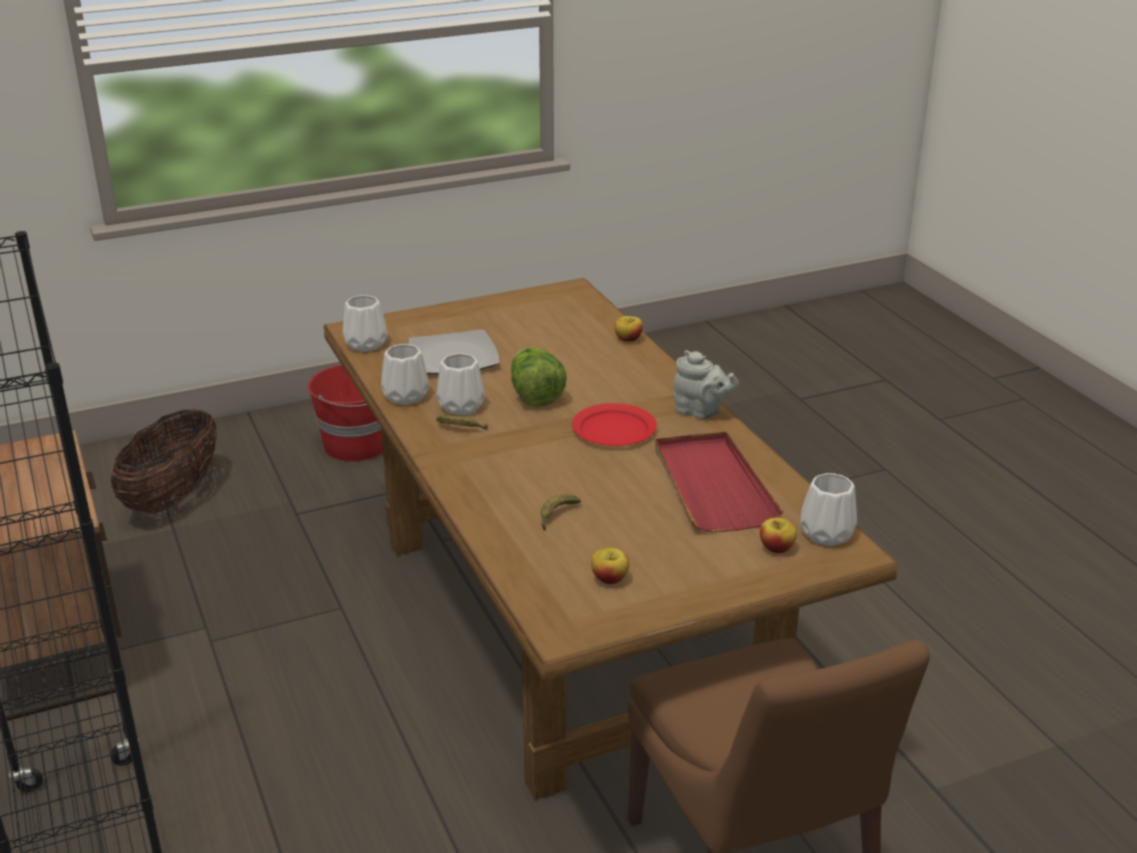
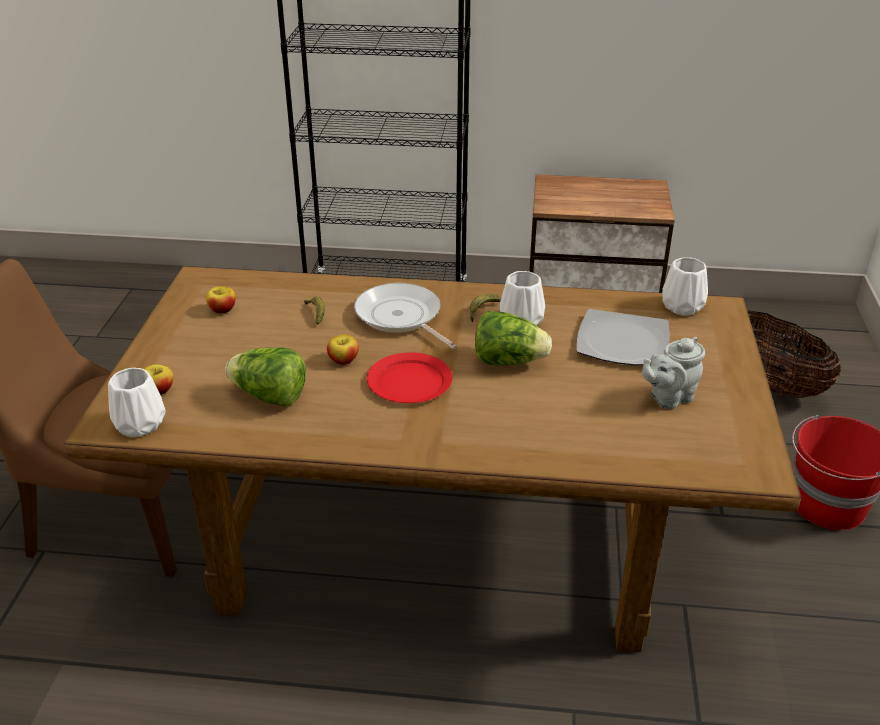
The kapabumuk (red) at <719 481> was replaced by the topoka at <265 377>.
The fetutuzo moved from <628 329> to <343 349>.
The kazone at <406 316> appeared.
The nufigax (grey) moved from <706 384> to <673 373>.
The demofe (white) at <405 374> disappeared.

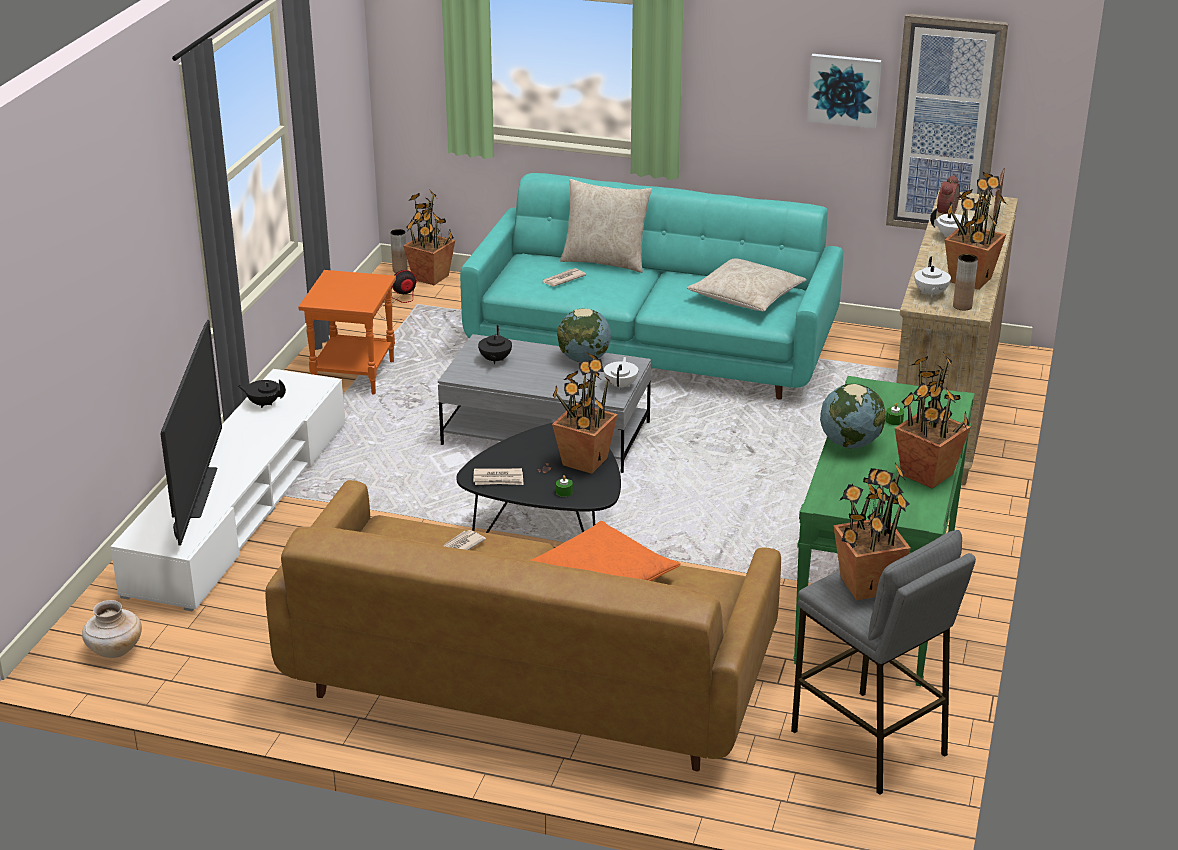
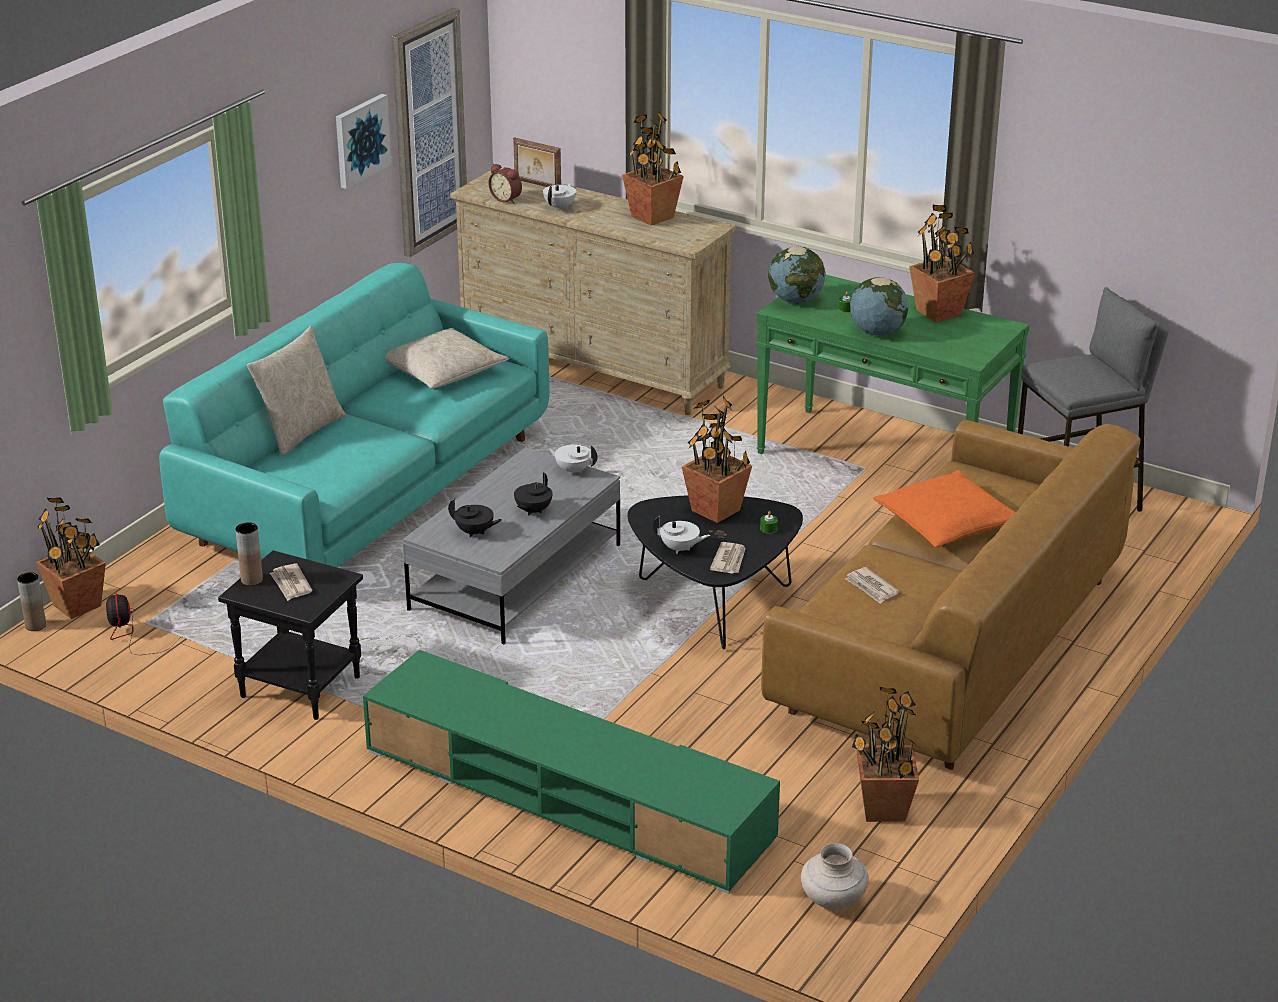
The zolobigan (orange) at <347 332> became the zolobigan (black) at <290 635>.
The demofe (brown) moved from <965 282> to <249 554>.
The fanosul moved from <564 277> to <291 582>.
The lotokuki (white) at <227 490> became the lotokuki (green) at <571 772>.
The nufigax (black) moved from <261 393> to <533 494>.
The nufigax (white) moved from <932 277> to <681 534>.
The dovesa moved from <584 335> to <796 275>.
The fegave moved from <872 531> to <886 754>.
The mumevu at <191 433> disappeared.

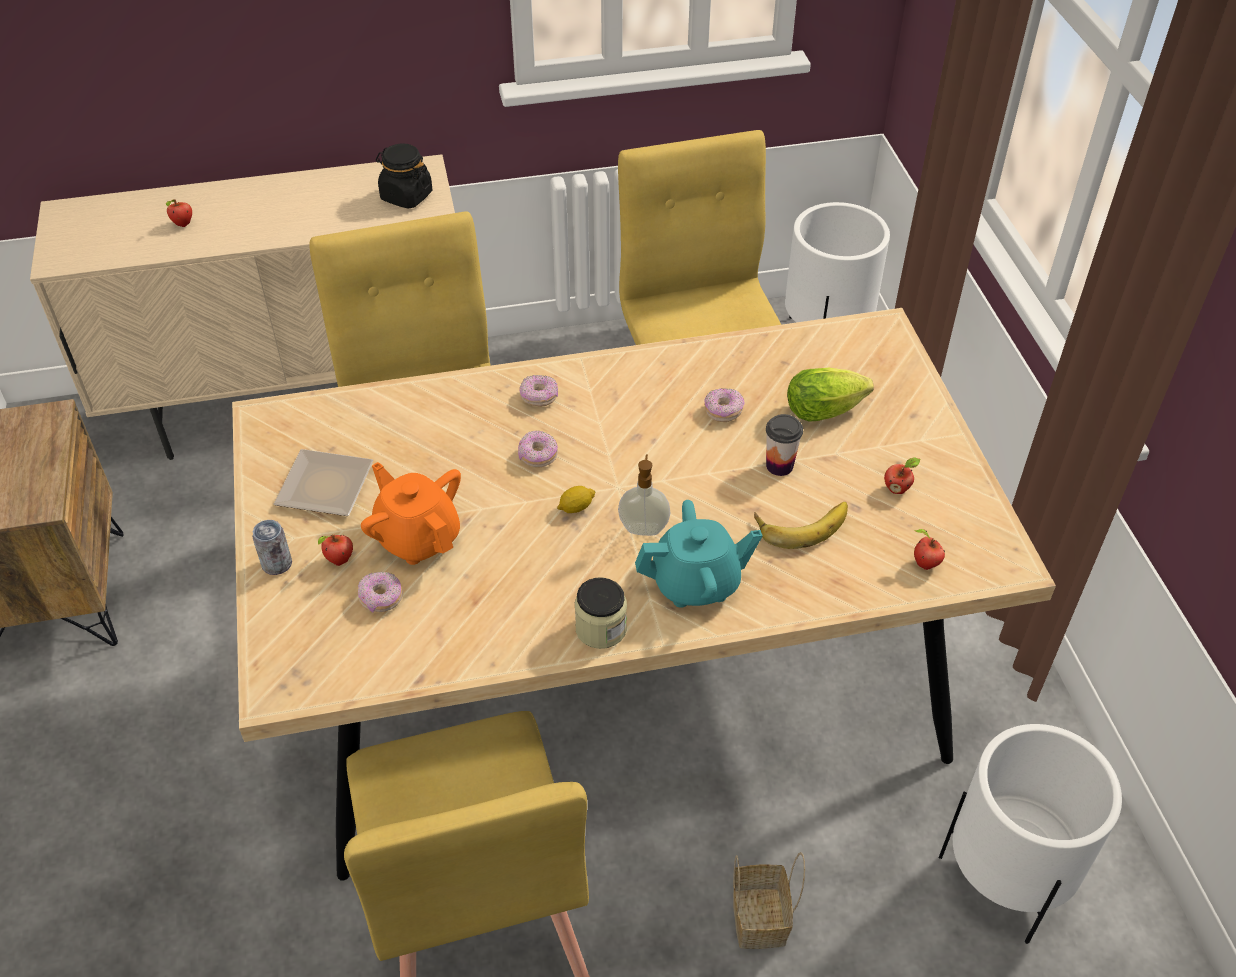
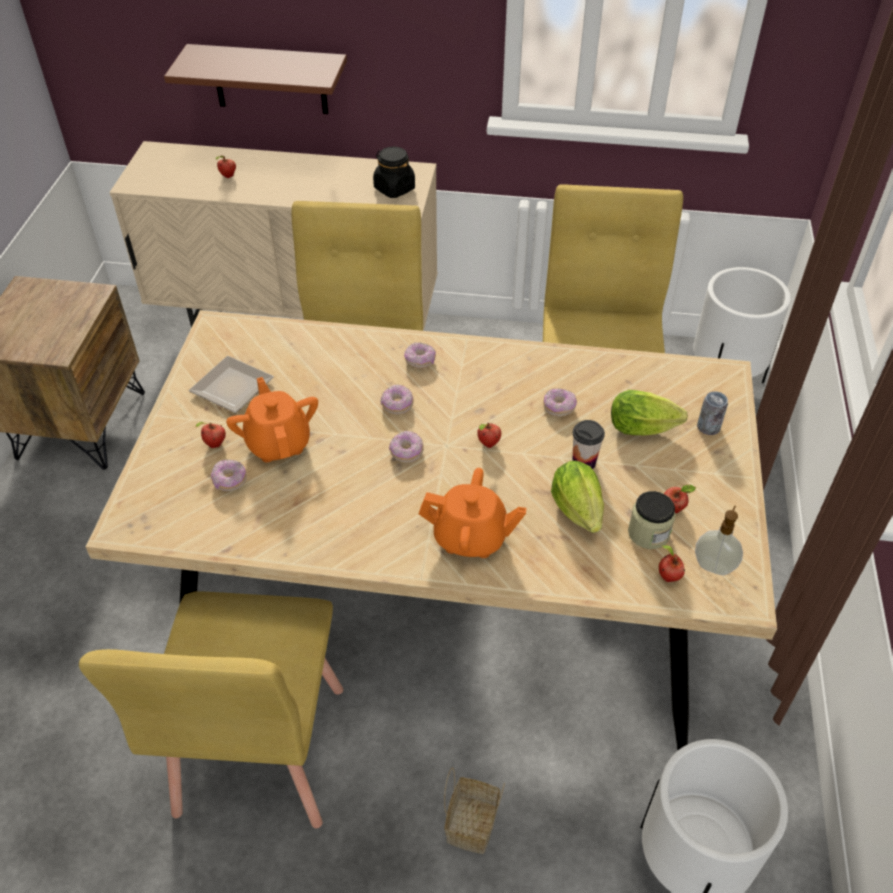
The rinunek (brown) at <255 79> appeared.
The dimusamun at <576 499> was replaced by the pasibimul at <406 447>.
The nufigax (turquoise) at <699 554> became the nufigax (orange) at <472 513>.
The fetutuzo at <489 435> appeared.
The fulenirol at <801 525> was replaced by the topoka at <577 497>.
The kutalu moved from <601 613> to <651 520>.
The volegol moved from <644 495> to <719 540>.
The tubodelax moved from <272 547> to <712 413>.

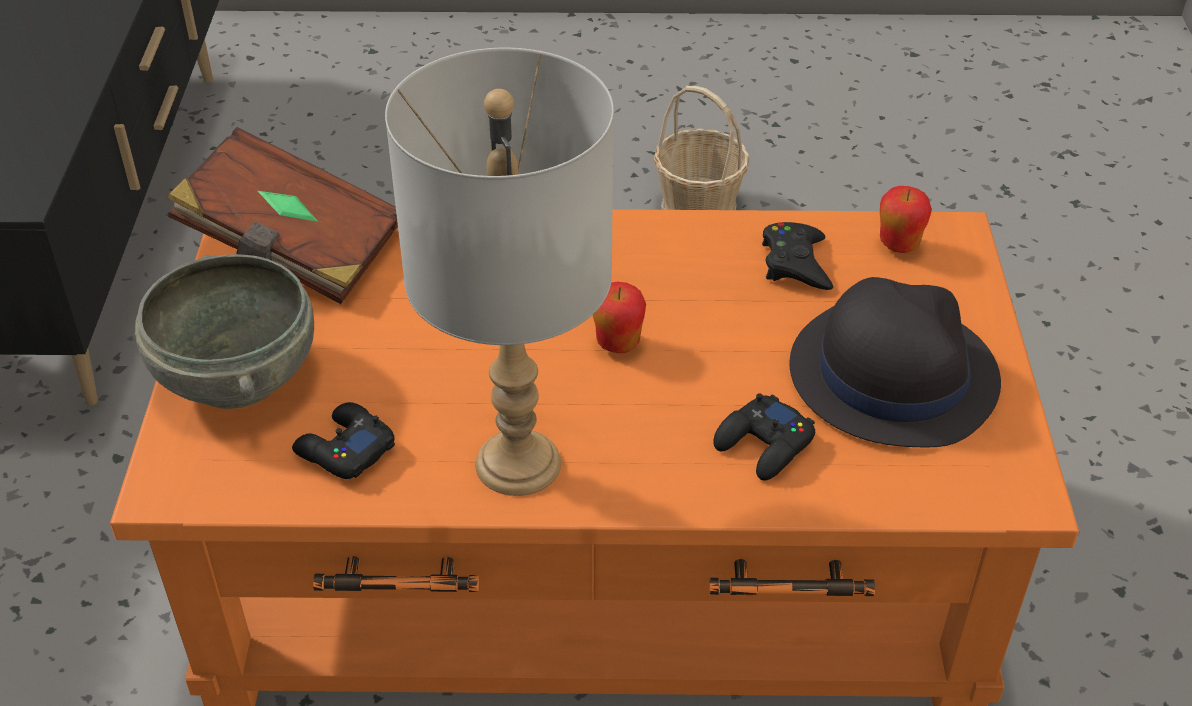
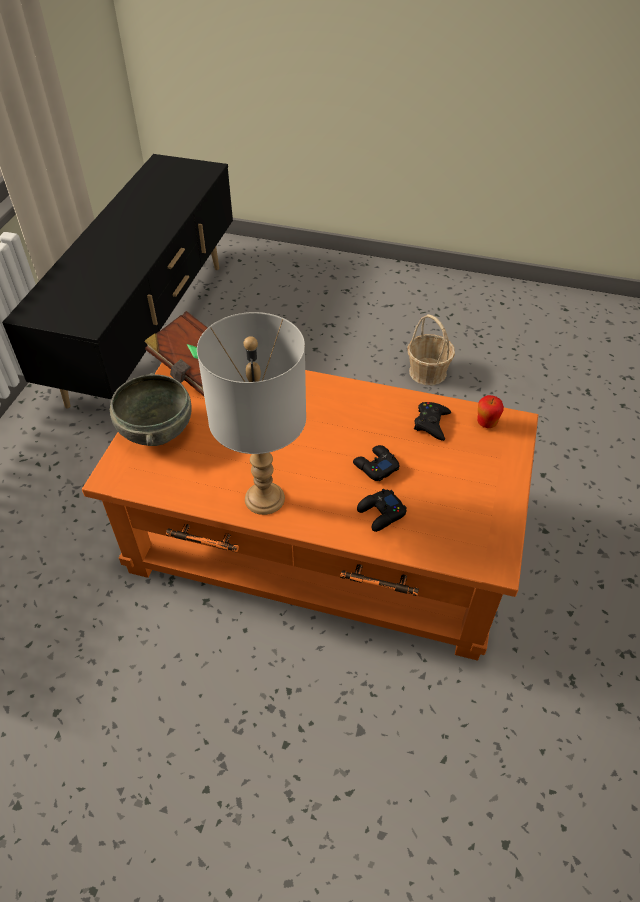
The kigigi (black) moved from <343 440> to <376 463>.
The fetutuzo at <619 317> disappeared.
The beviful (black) at <895 362> disappeared.

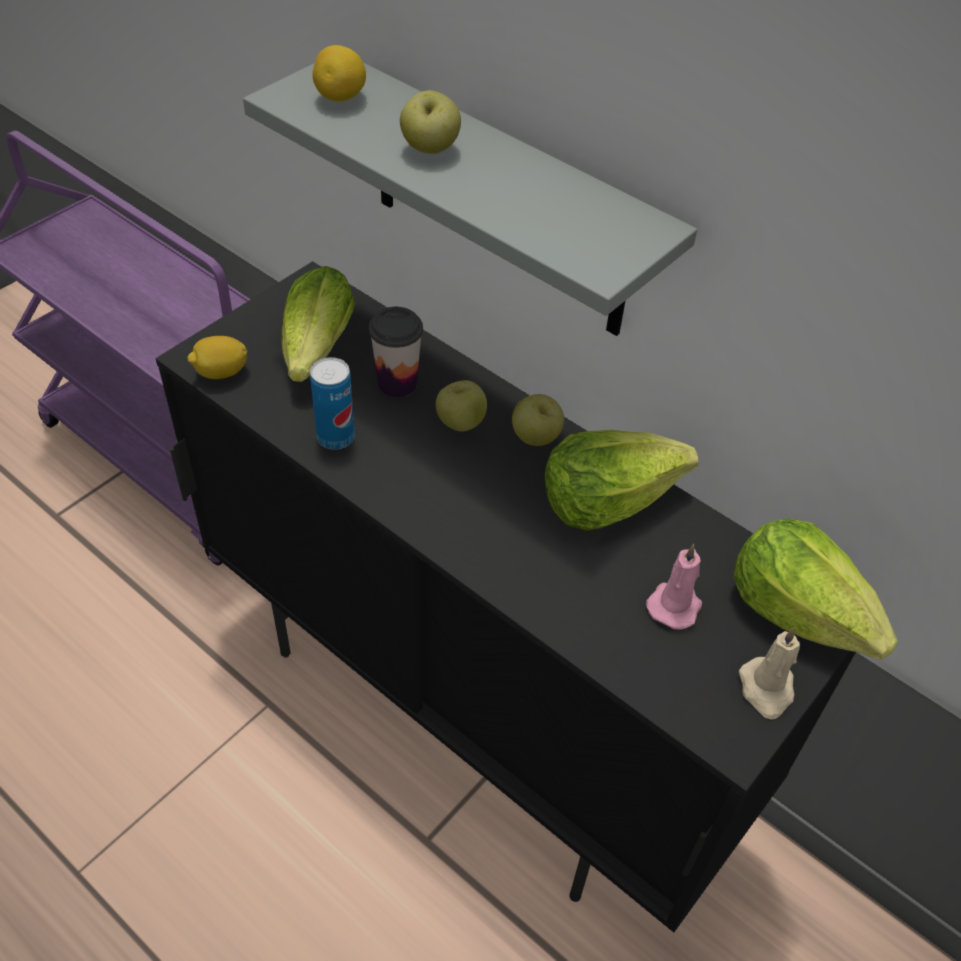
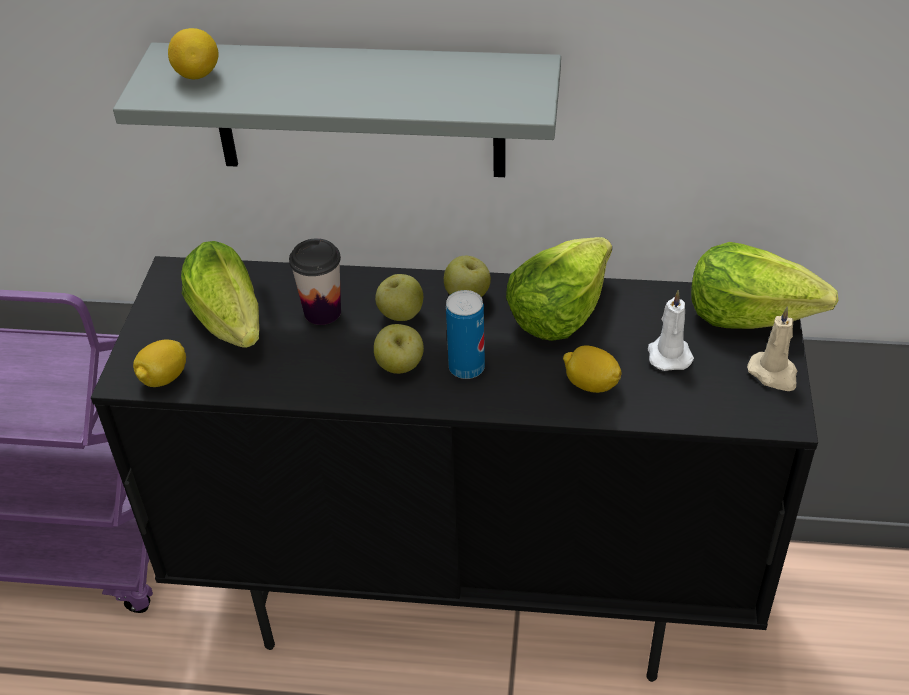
The fetutuzo moved from <430 122> to <399 349>.
The tubodelax moved from <332 403> to <465 334>.
The dimusamun at <592 369> appeared.
The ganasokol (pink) at <674 587> became the ganasokol (white) at <671 330>.

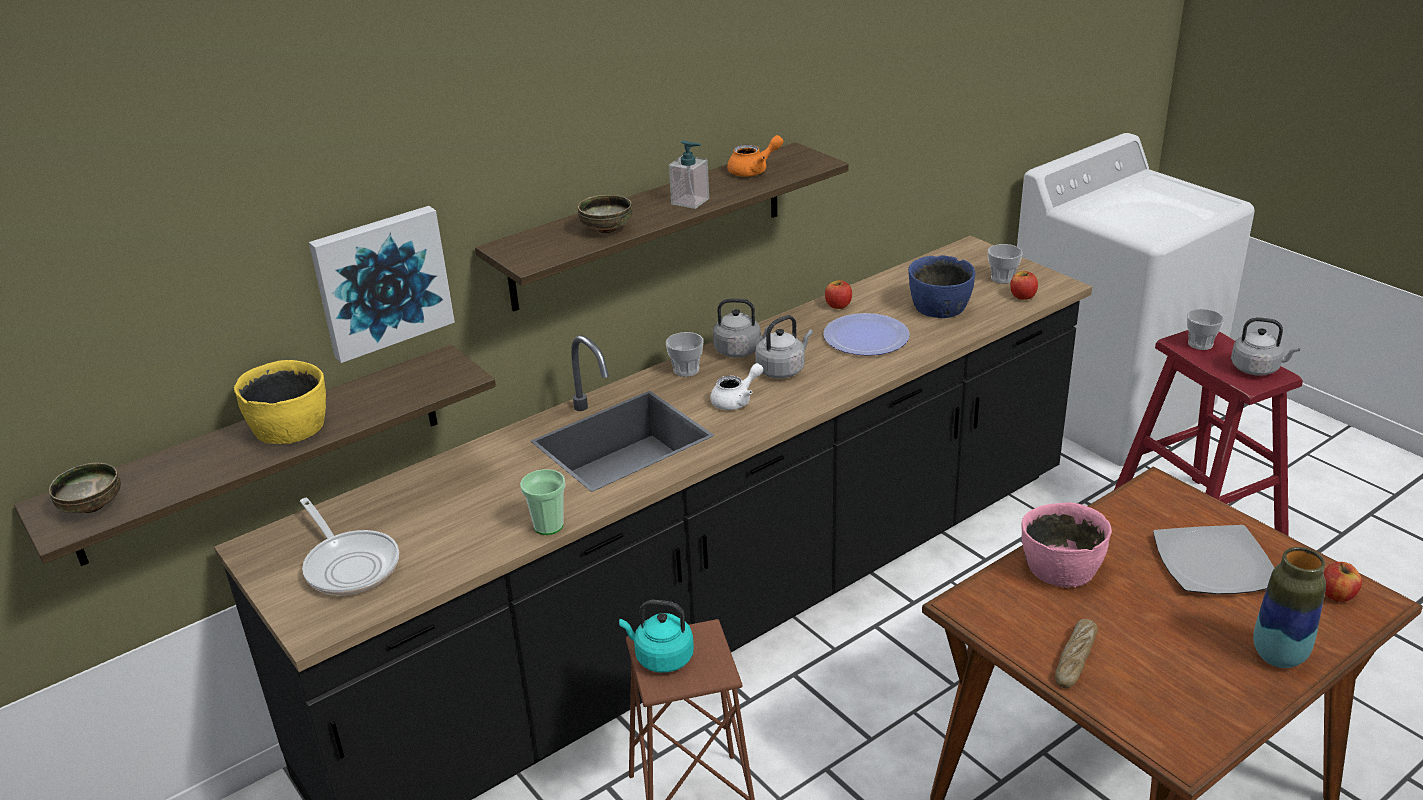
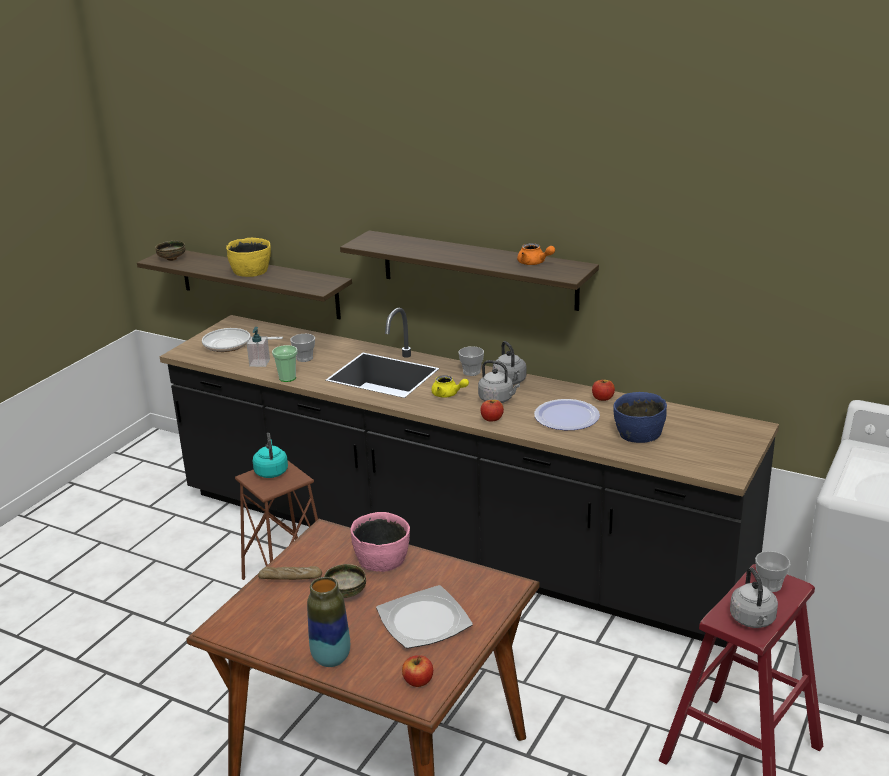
The kazone at <349 546> turned 75 degrees clockwise.
The volegol moved from <689 174> to <258 347>.
The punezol moved from <1005 264> to <302 348>.
The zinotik moved from <605 214> to <345 581>.
The nufigax (white) at <736 386> became the nufigax (yellow) at <450 386>.
The fetutuzo moved from <1024 285> to <492 411>.
The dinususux at <382 284> disappeared.

